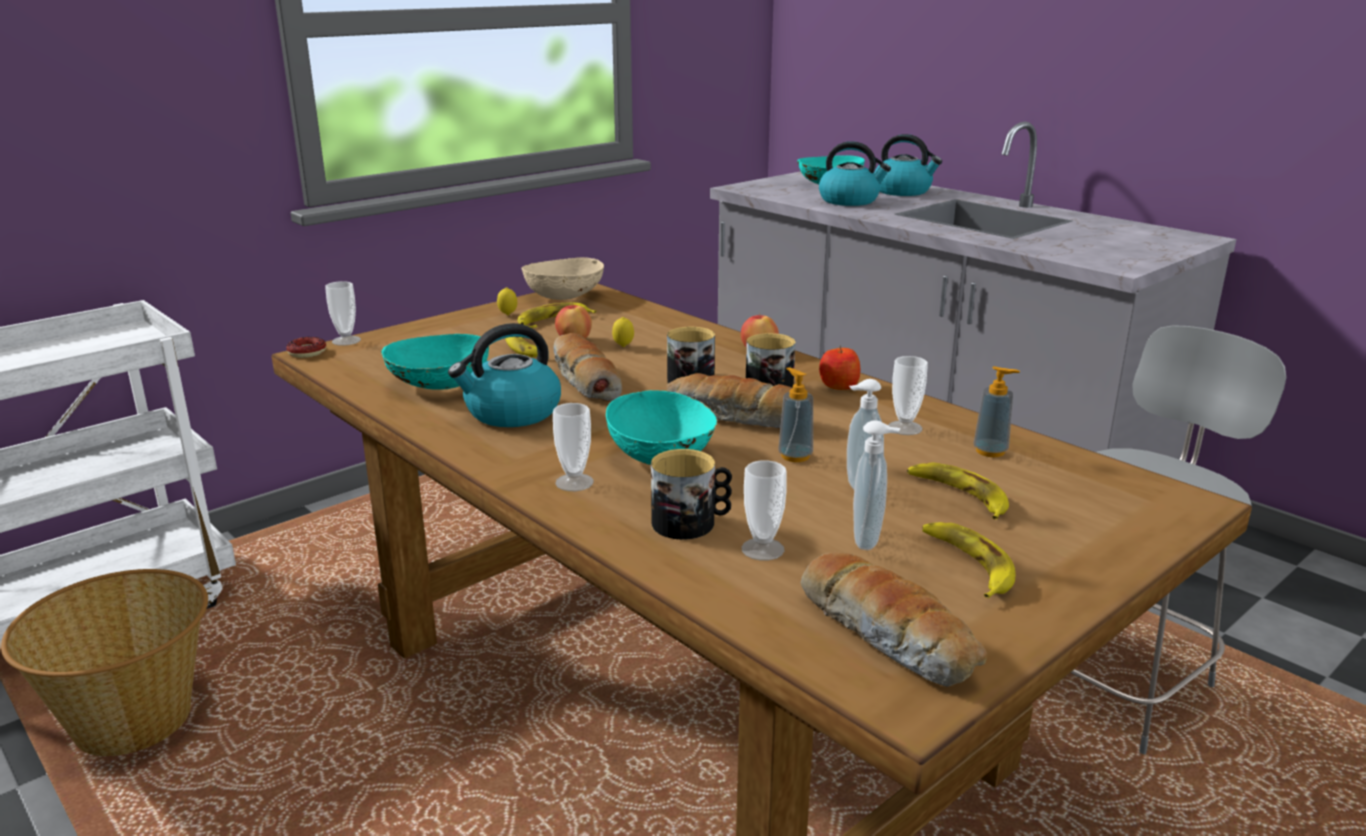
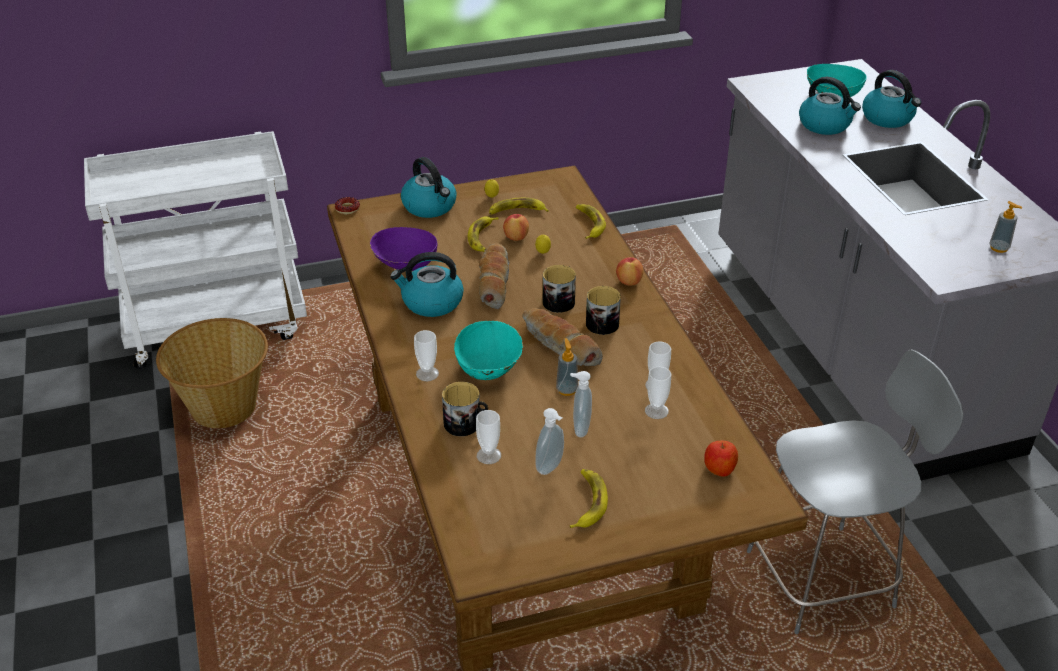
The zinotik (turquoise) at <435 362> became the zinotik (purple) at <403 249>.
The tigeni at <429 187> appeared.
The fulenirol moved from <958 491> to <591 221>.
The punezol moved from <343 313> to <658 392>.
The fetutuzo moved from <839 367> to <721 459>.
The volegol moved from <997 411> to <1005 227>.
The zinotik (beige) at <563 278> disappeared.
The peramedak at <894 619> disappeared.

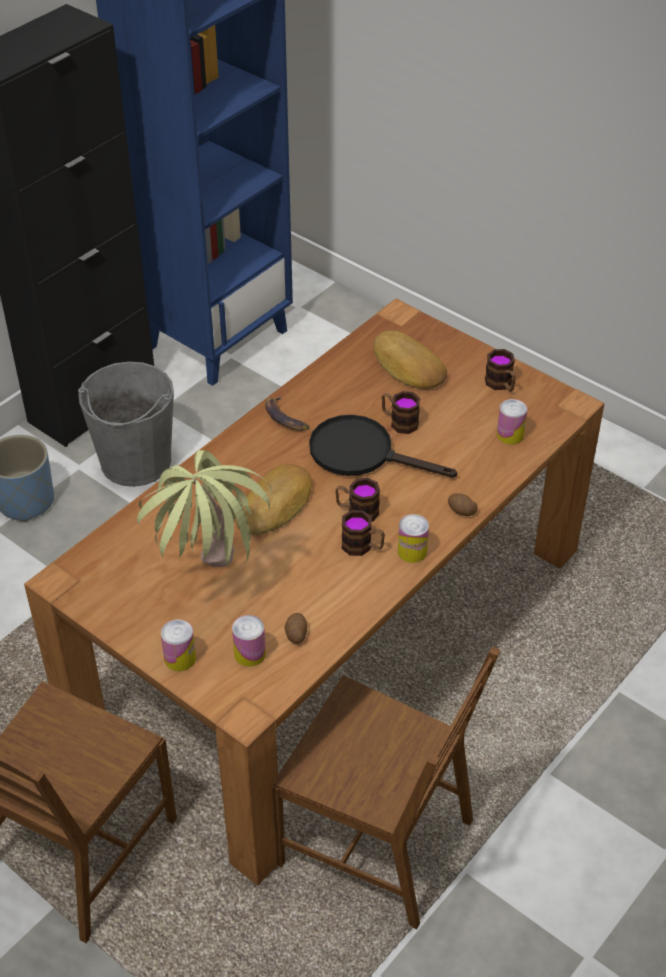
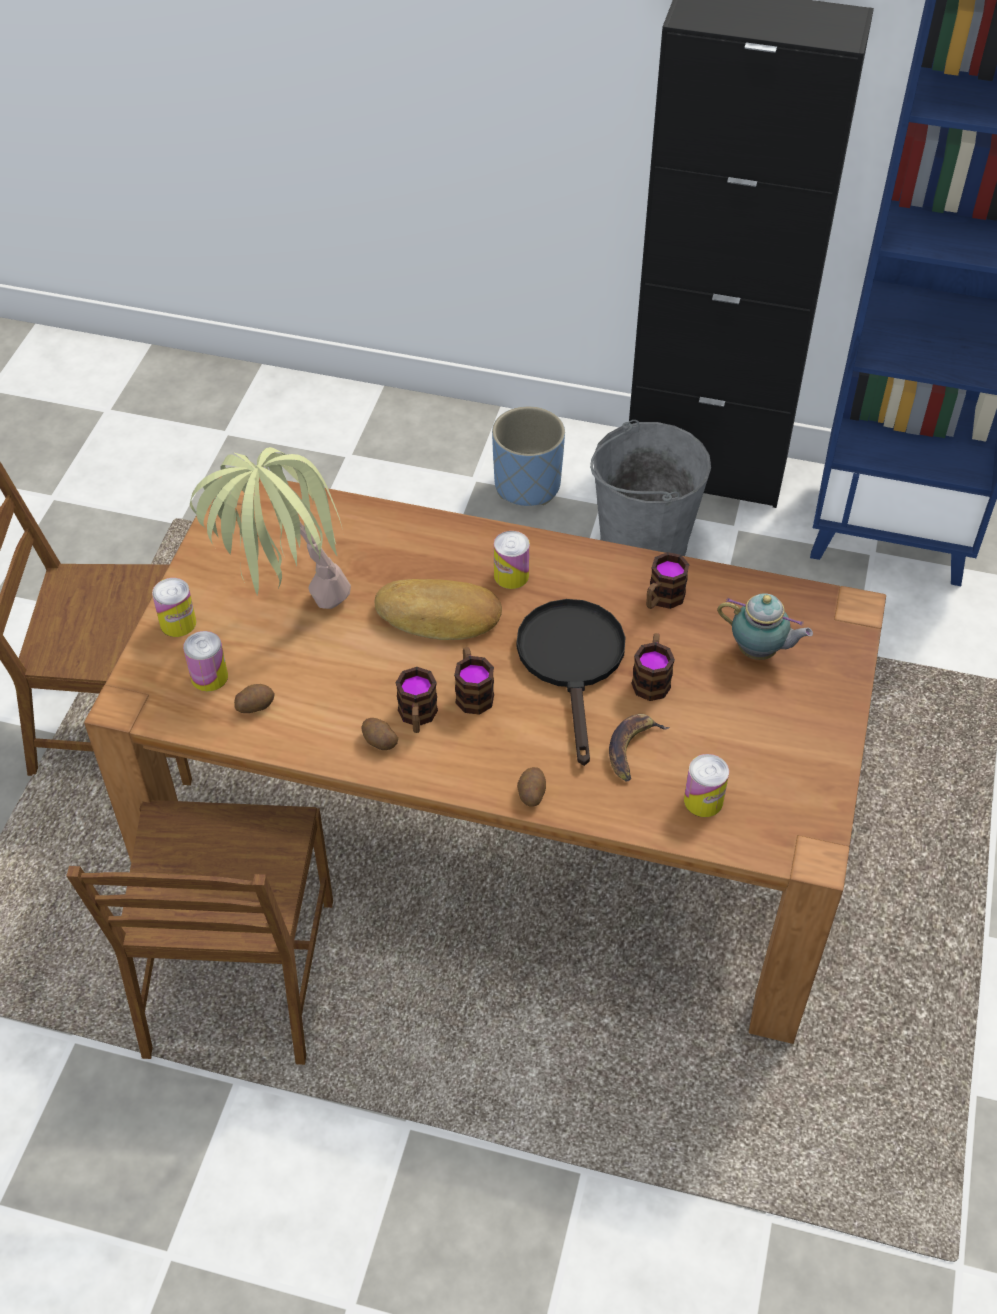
The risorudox at <379 734> appeared.
The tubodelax moved from <413 538> to <512 560>.
The fulenirol moved from <287 413> to <639 748>.
The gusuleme moved from <500 370> to <668 580>.
The peramedak at <410 360> was replaced by the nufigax at <765 626>.

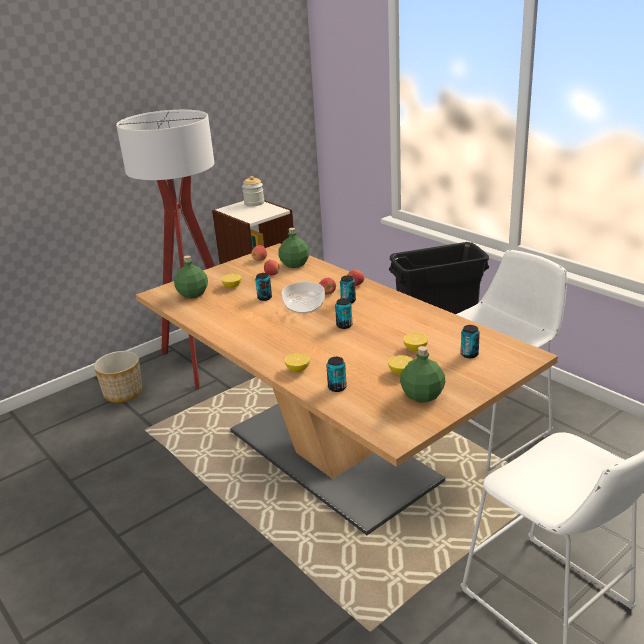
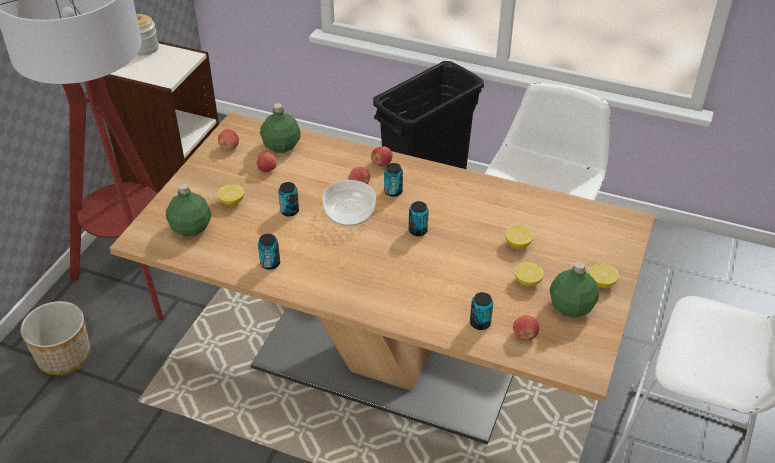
The tubodelax moved from <470 341> to <269 252>.
The fetutuzo at <526 328> appeared.
The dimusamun moved from <297 362> to <604 275>.

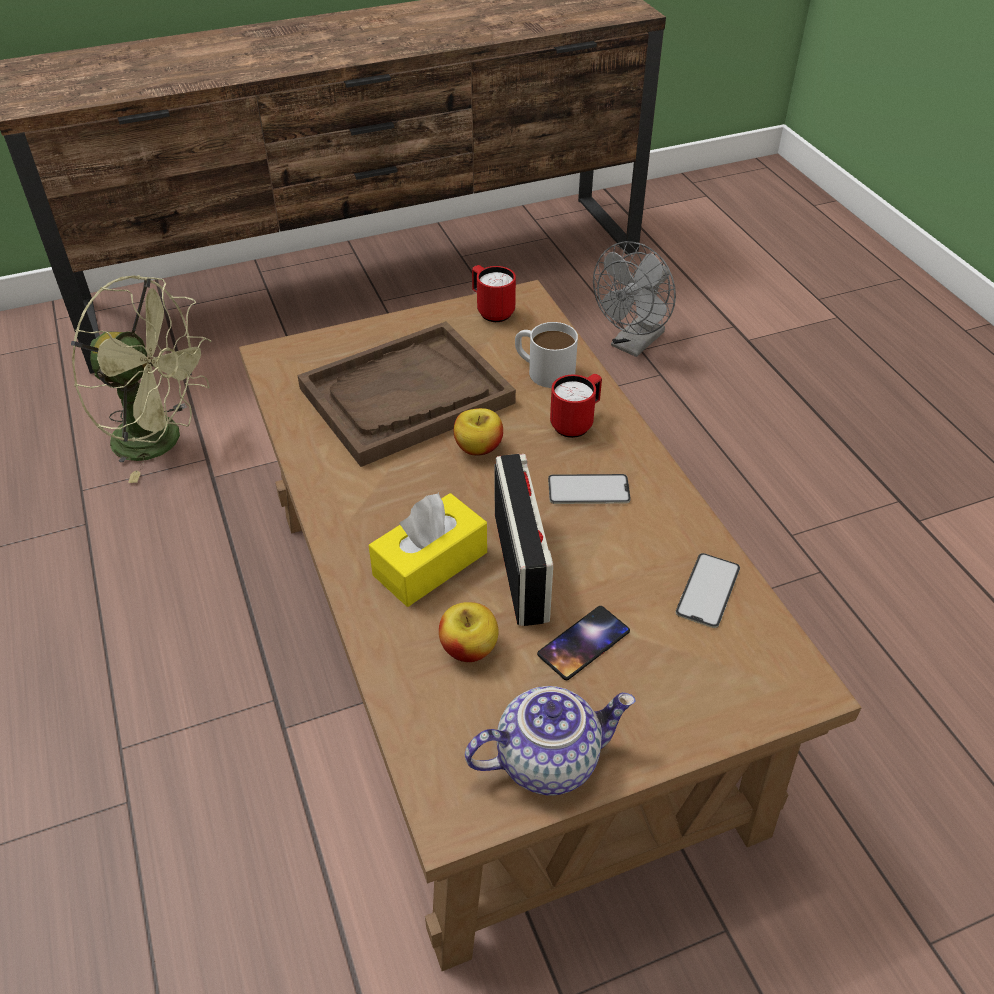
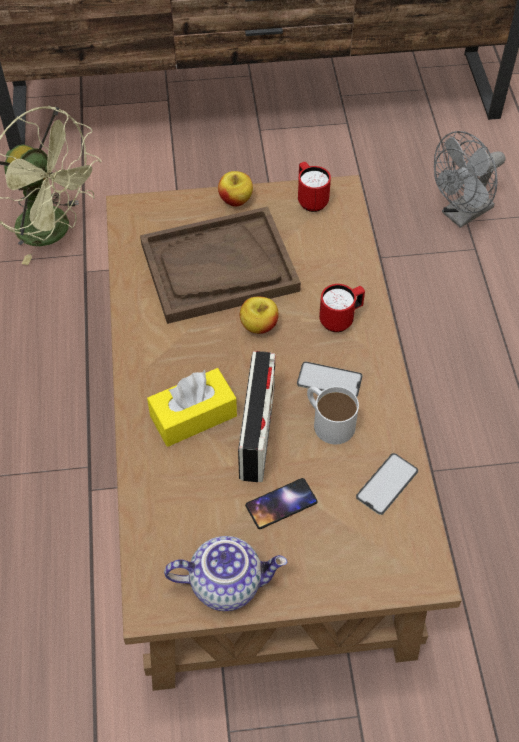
The fetutuzo moved from <469 632> to <235 189>.
The gusuleme (white) moved from <546 355> to <333 415>.

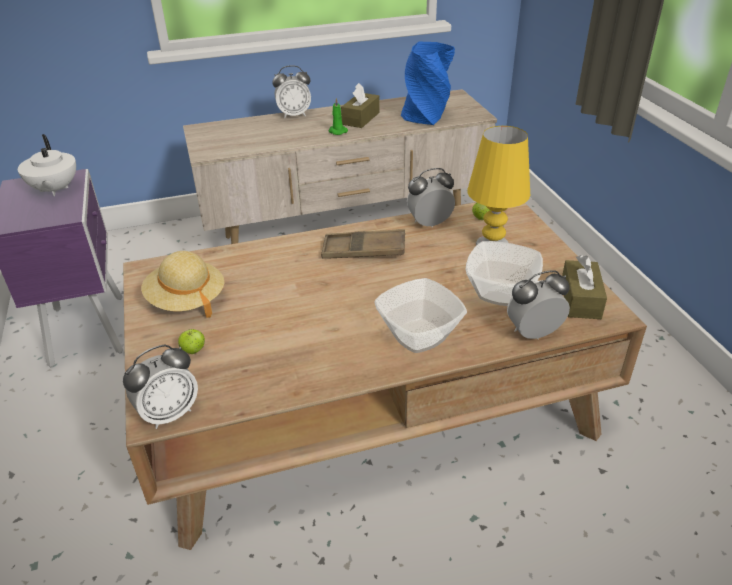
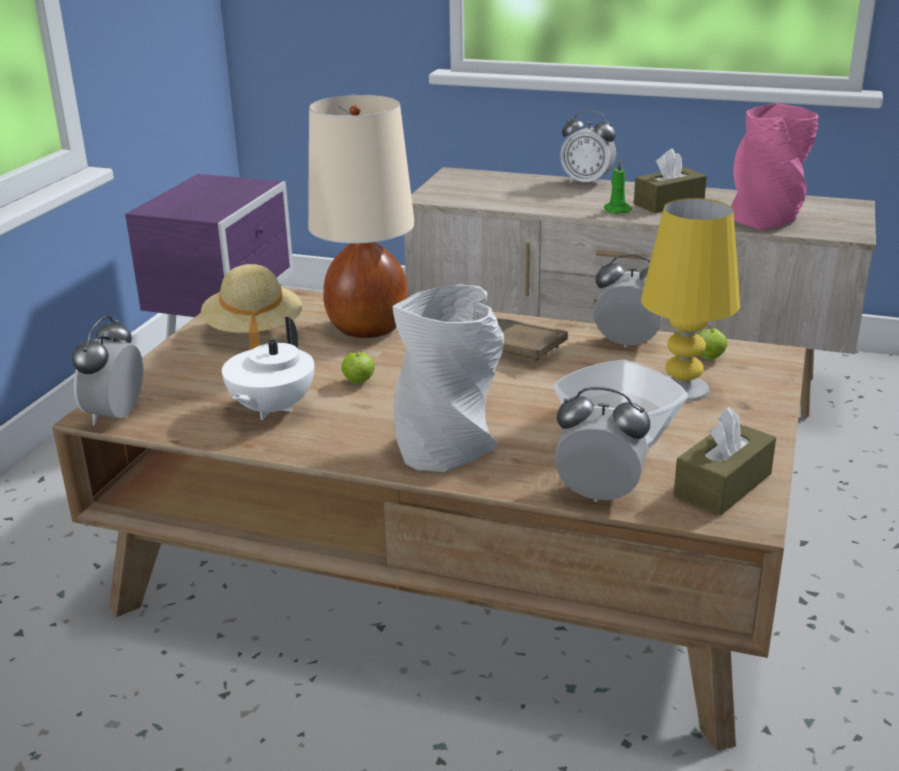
The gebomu at <160 387> turned 105 degrees clockwise.
The nufigax (white) moved from <46 165> to <268 368>.
The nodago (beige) at <361 216> appeared.
The fetutuzo moved from <191 341> to <358 367>.
The zinotik at <421 315> was replaced by the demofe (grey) at <448 378>.
The demofe (blue) at <428 83> became the demofe (pink) at <774 166>.

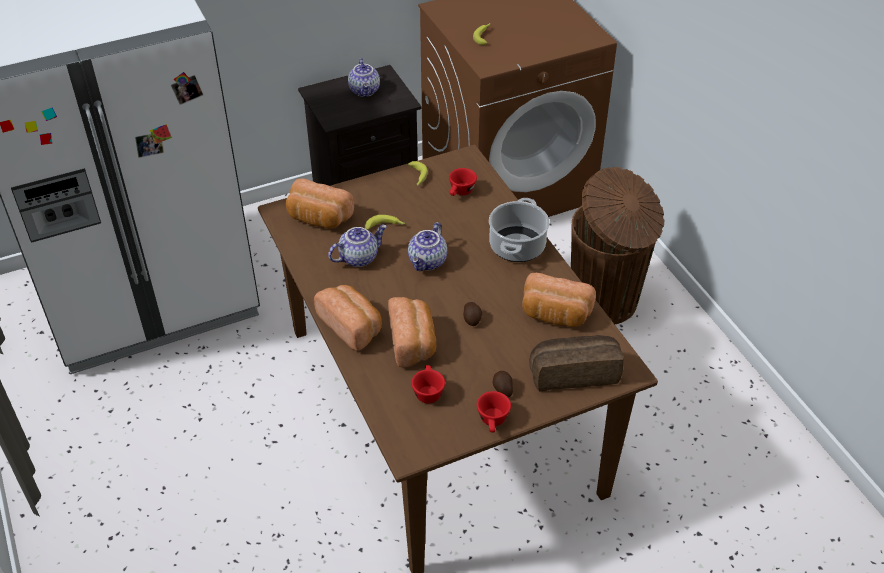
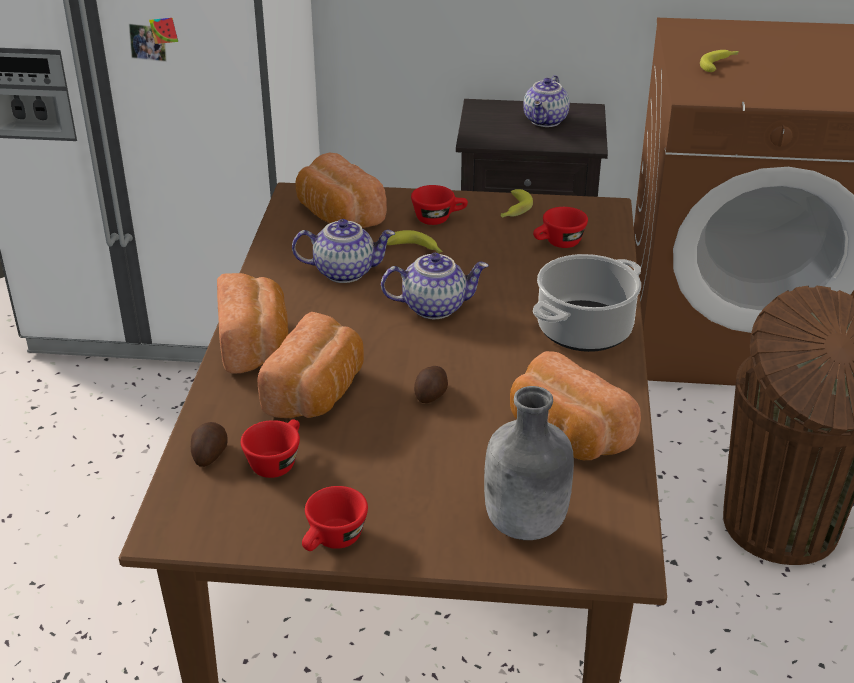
The risorudox moved from <503 384> to <209 444>.
The nufigax at <427 246> turned 150 degrees counterclockwise.
The punezol (red) at <439 205> appeared.
The peramedak at <576 363> was replaced by the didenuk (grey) at <529 463>.

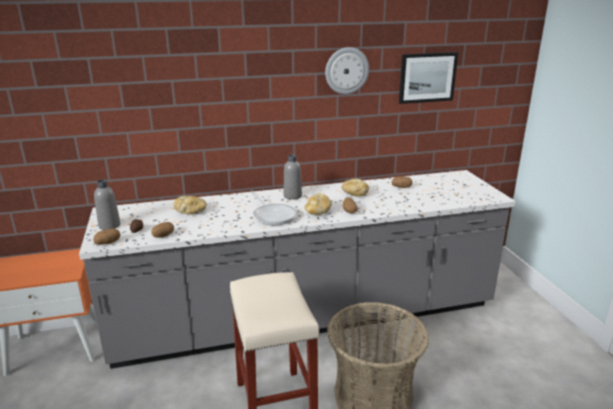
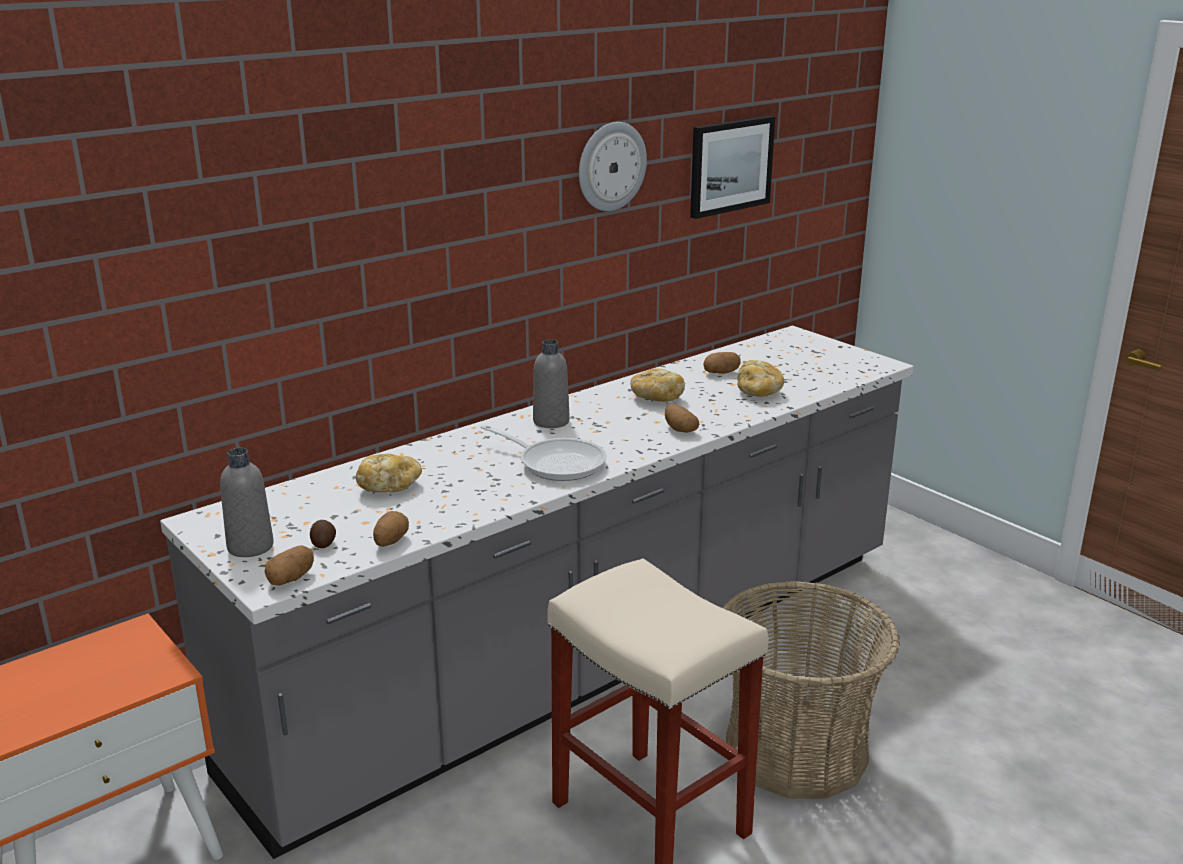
The peramedak moved from <318 204> to <760 378>.

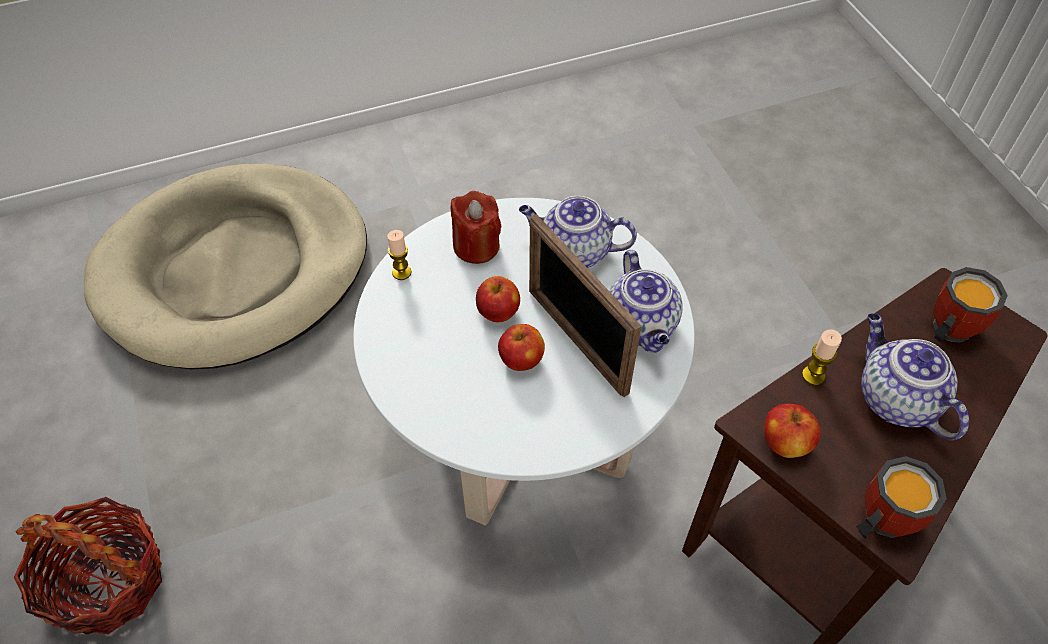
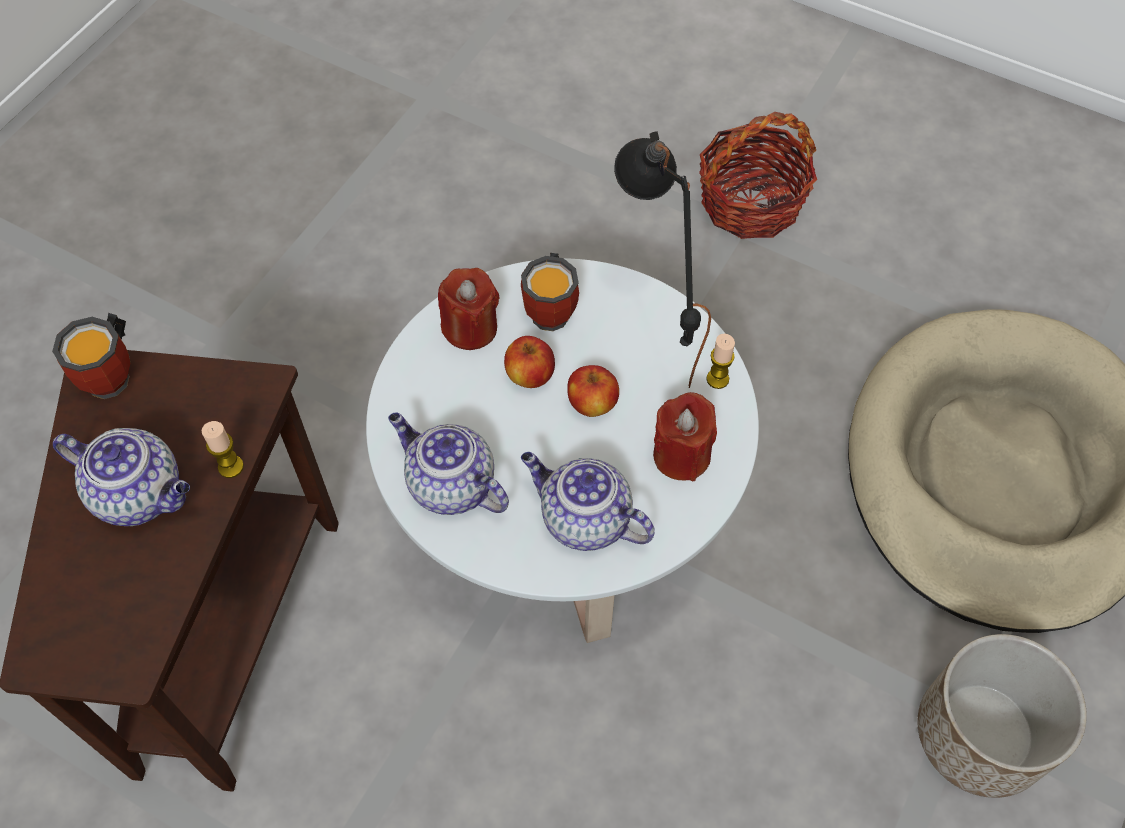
The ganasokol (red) at <469 309> appeared.
The gusuleme moved from <970 305> to <550 292>.
The nufigax at <578 232> turned 120 degrees counterclockwise.
The nodago (black) at <662 259> appeared.
The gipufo at <1002 716> appeared.
The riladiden at <585 305> disappeared.
The fetutuzo at <792 431> disappeared.

